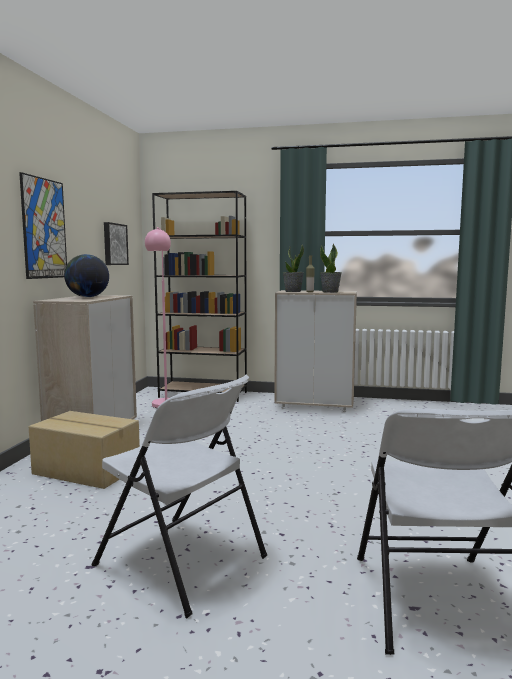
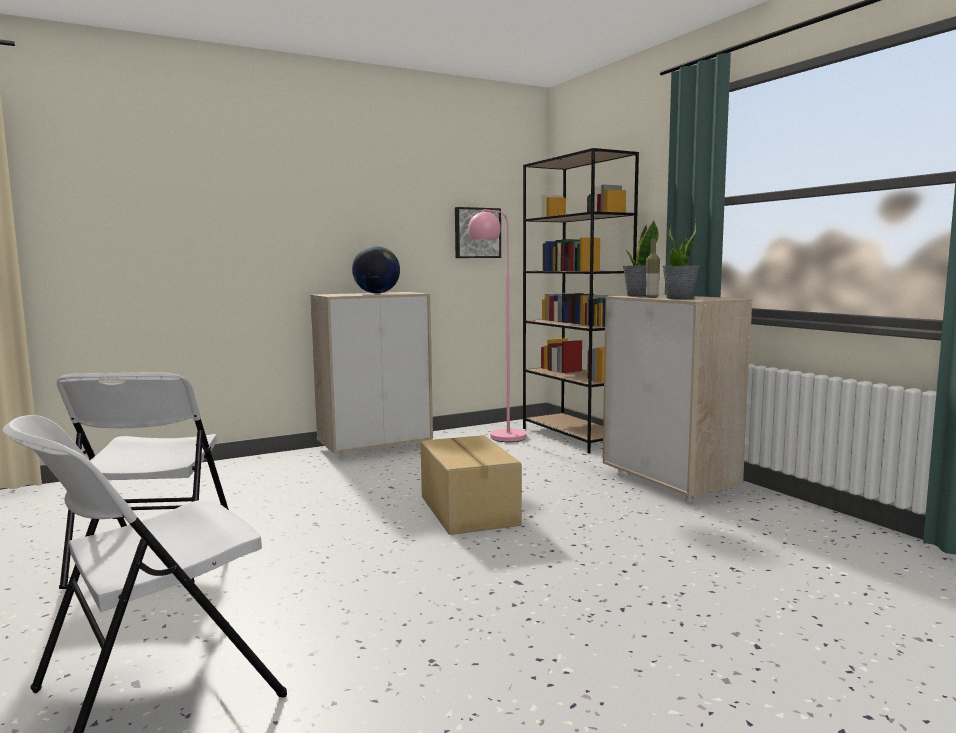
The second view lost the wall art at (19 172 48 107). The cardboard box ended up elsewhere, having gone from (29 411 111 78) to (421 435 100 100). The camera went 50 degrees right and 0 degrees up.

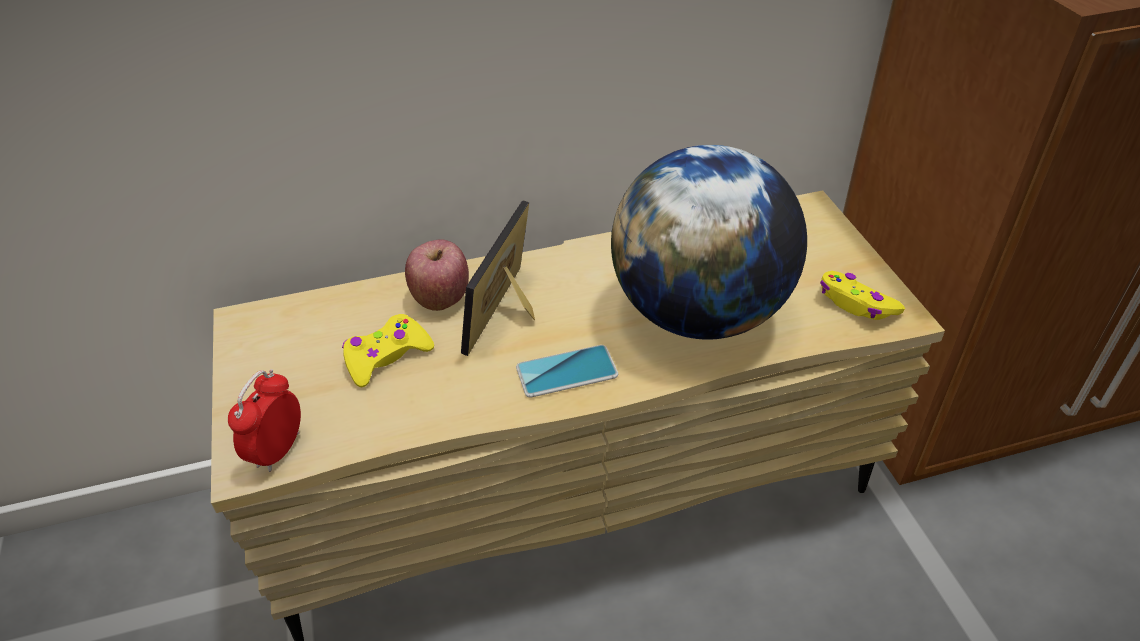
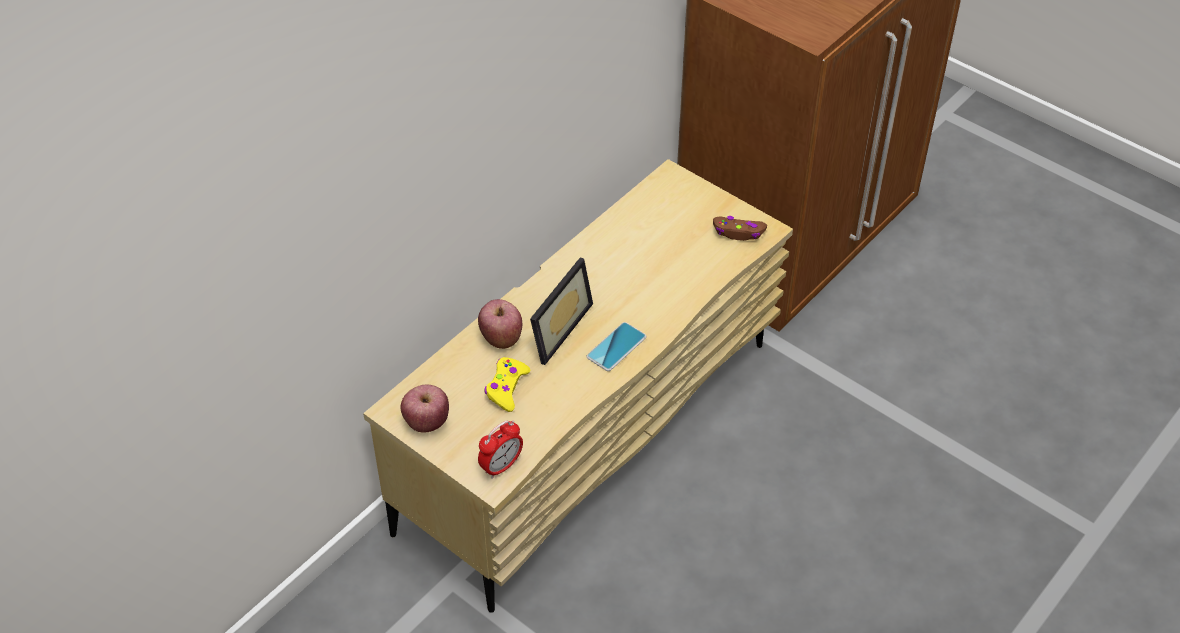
The second view lost the desk globe at (611 145 196 195). The second view gained the apple fruit at (400 384 49 49). What was the yellowish joypad at (820 271 85 49) turned into the brownish joypad at (713 216 54 25). The alarm clock at (228 369 73 103) ended up facing another way, 120 degrees counterclockwise from before. The standing frame at (461 200 74 156) ended up facing another way, 135 degrees counterclockwise from before. The camera went 35 degrees left and 5 degrees up.

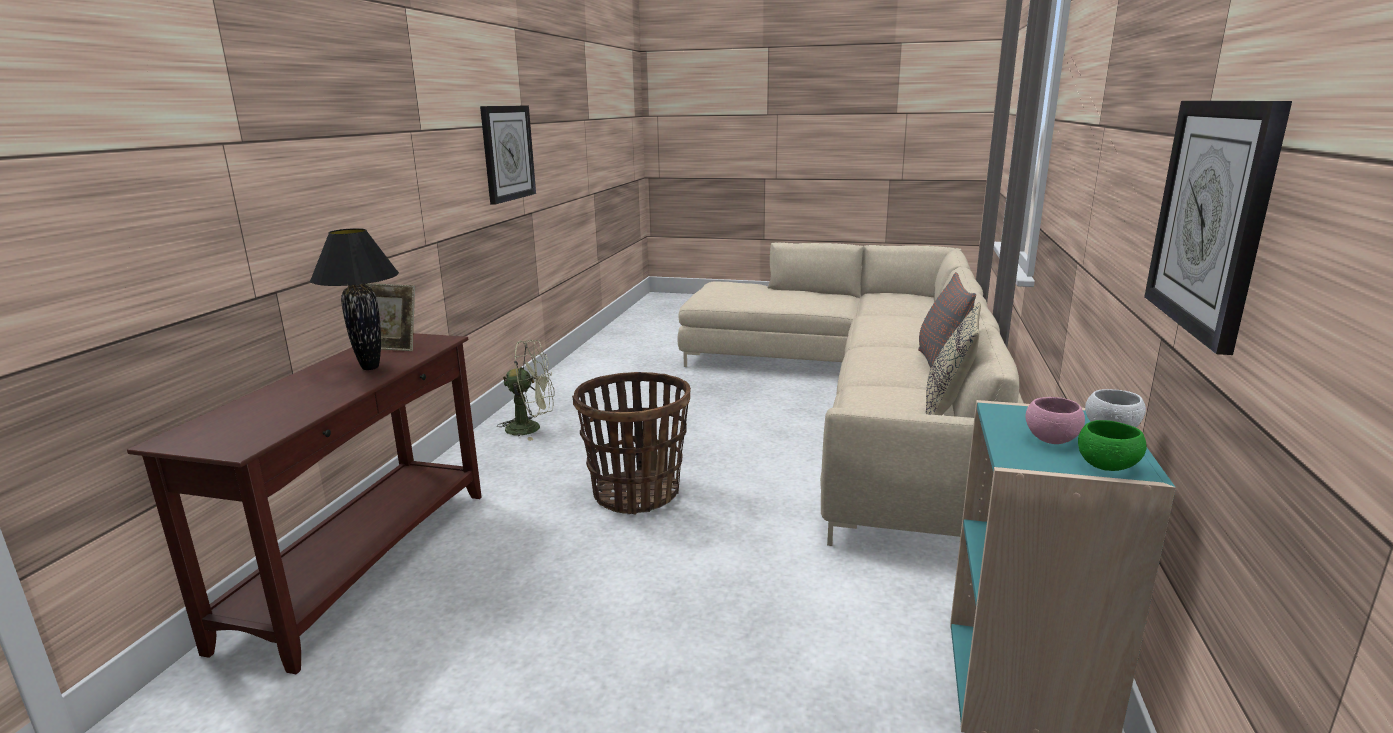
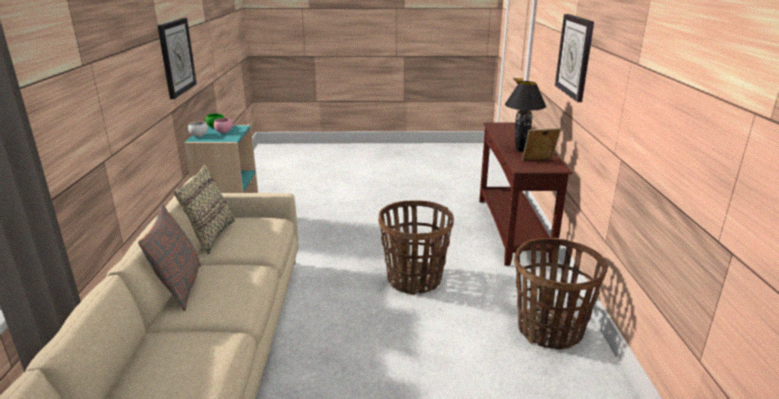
The wall clock ended up elsewhere, having gone from (480 105 56 100) to (555 14 39 88). Where the green-coloured fan stood at (497 340 58 101), the basket came to stand at (514 238 94 112). The camera went 165 degrees right and 5 degrees up.

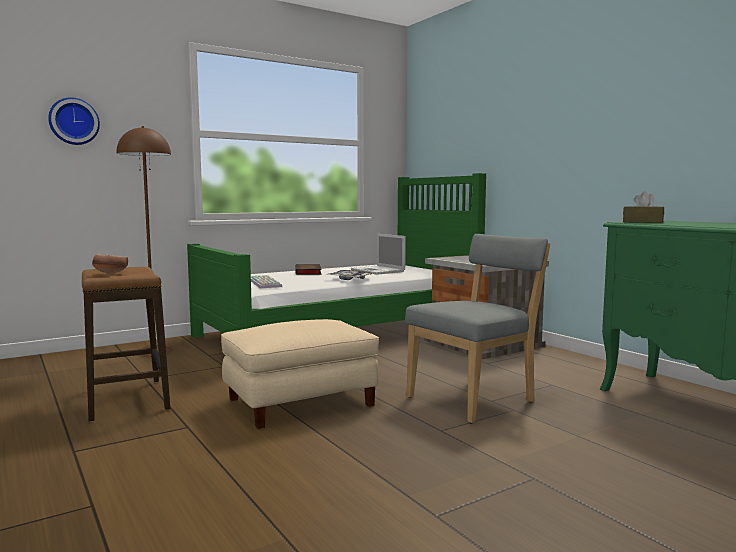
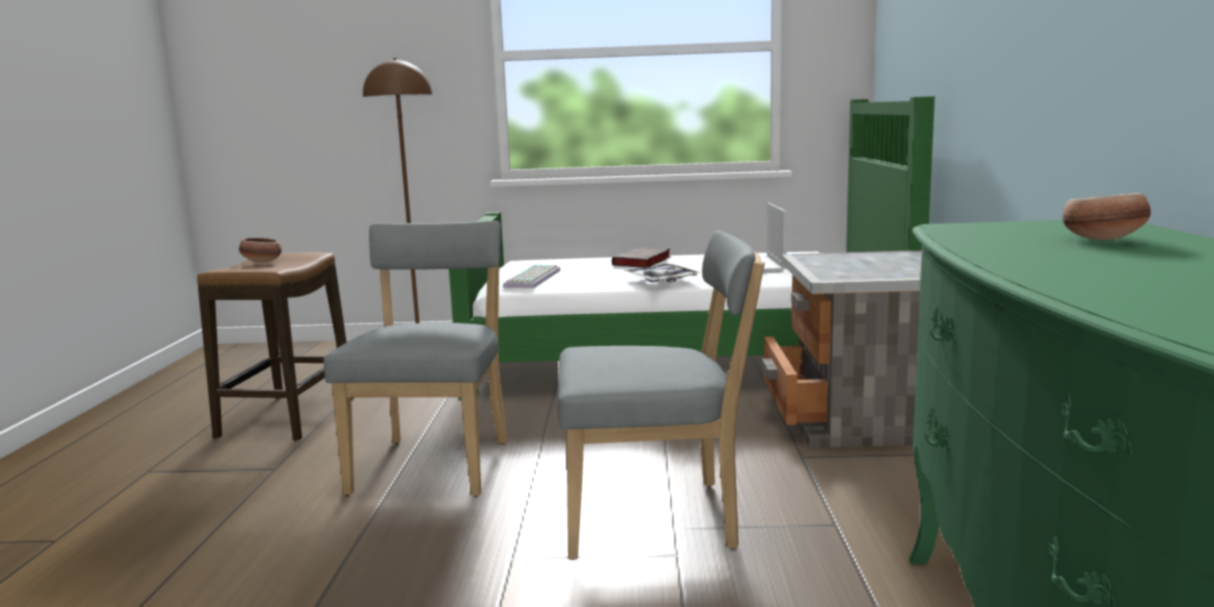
The second view lost the wall clock at (48 97 52 48). The second view lost the brownish box of tissues at (623 191 41 32). The second view gained the bowl at (1063 193 88 47). Where the sand-coloured ottoman stood at (221 319 158 110), the greyish upright chair came to stand at (323 221 184 276). The camera went 35 degrees right and 5 degrees up.

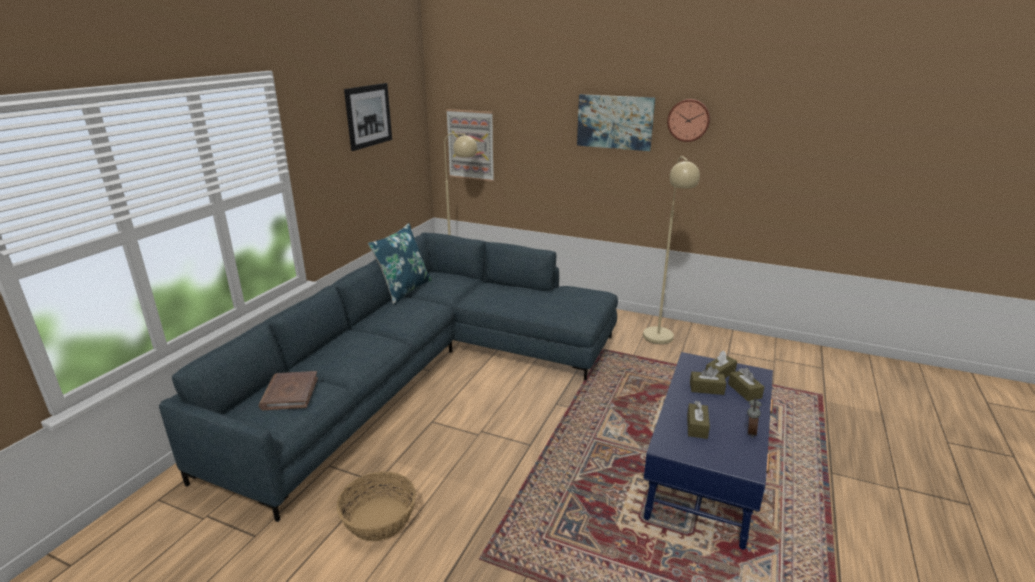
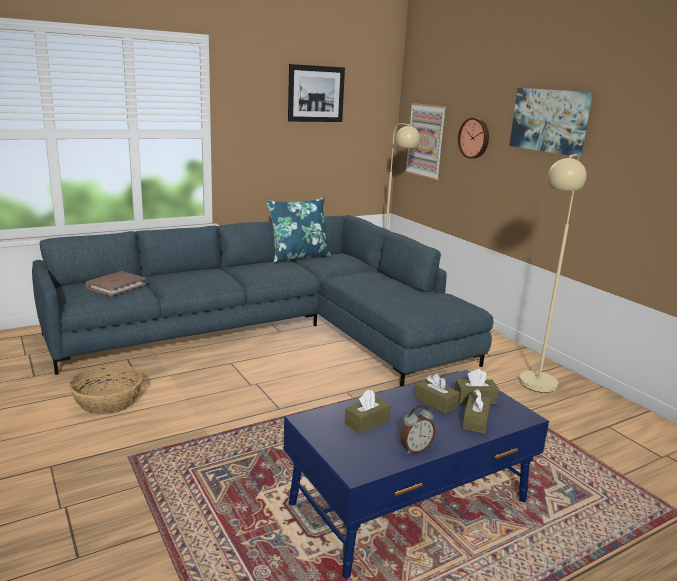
The wall clock ended up elsewhere, having gone from (667 99 43 43) to (458 118 31 41). The camera went 35 degrees right and 5 degrees down.

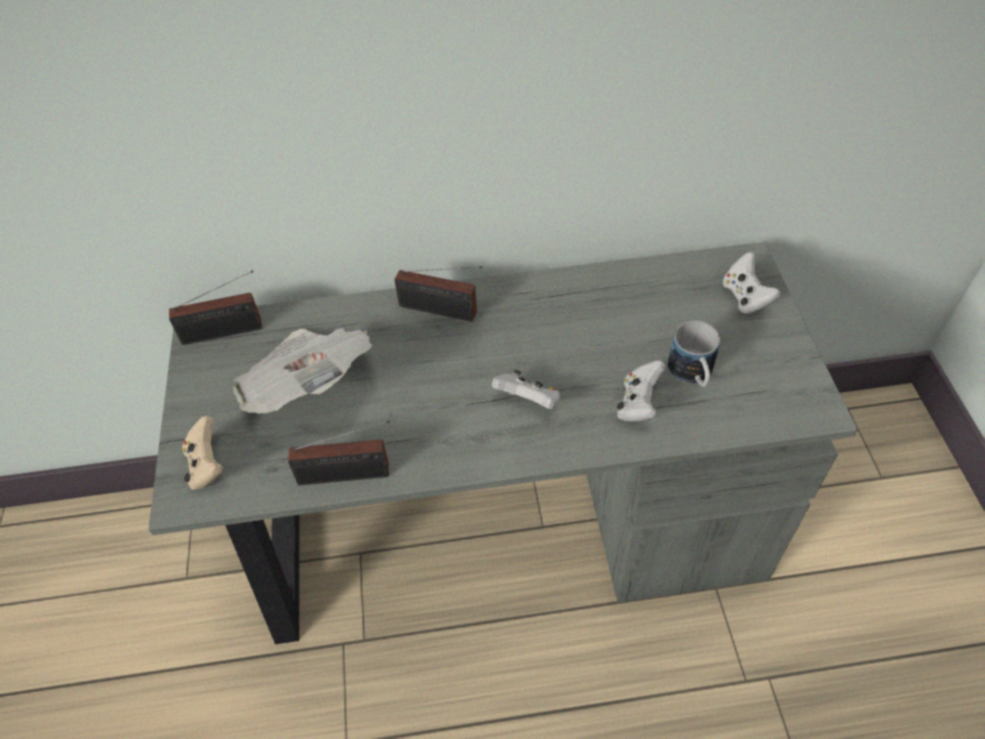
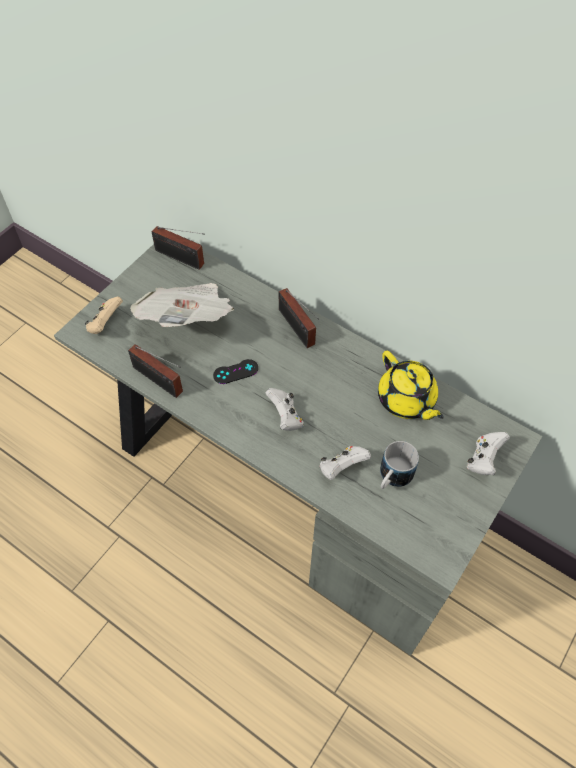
The second view gained the blackish joypad at (213 359 45 25). The second view gained the yellowish teapot at (378 351 66 69). The camera went 40 degrees right and 5 degrees up.

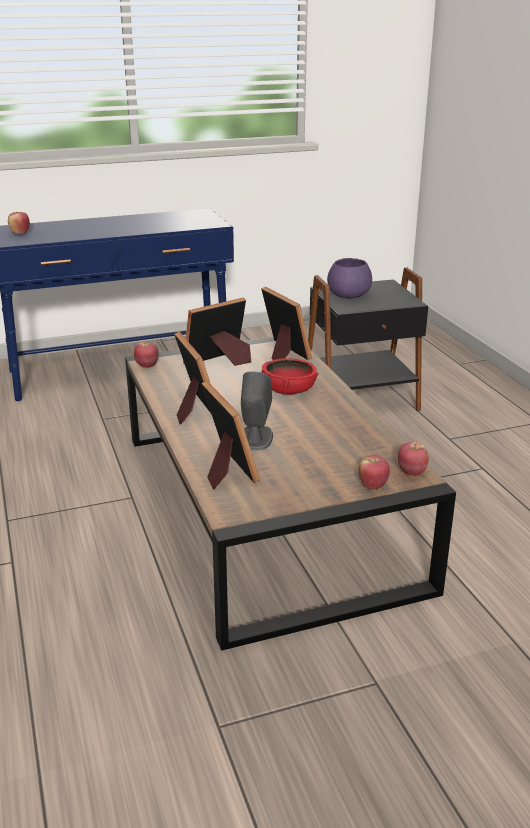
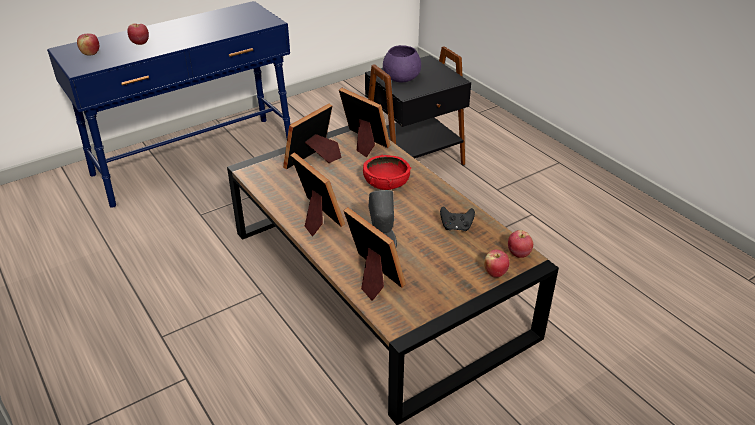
The second view gained the blackish joypad at (440 207 35 24). The apple fruit ended up elsewhere, having gone from (134 342 25 26) to (127 23 22 22). The camera went 15 degrees left and 10 degrees up.

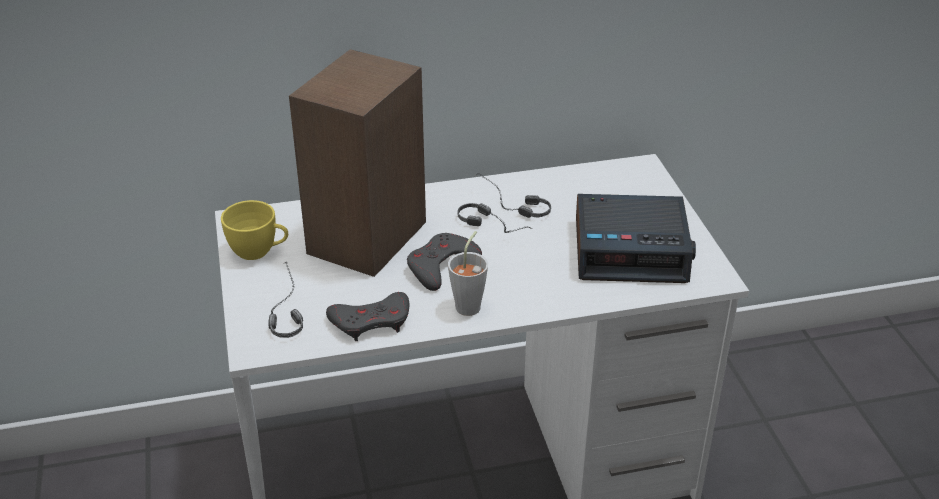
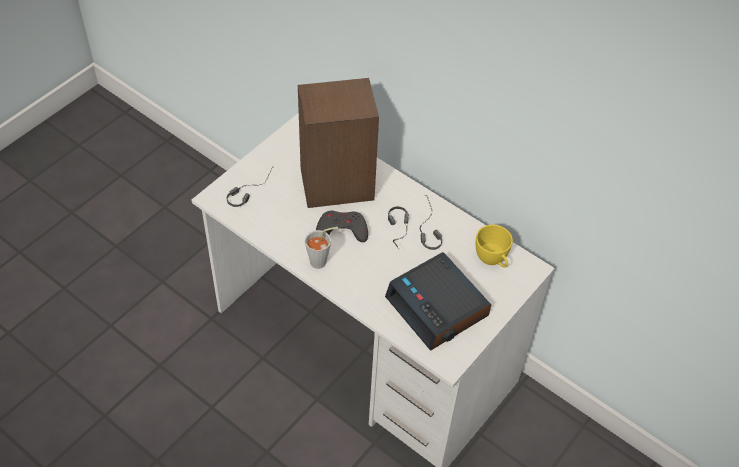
The second view lost the greyish joypad at (326 292 83 49). The yellowish small cup ended up elsewhere, having gone from (221 200 67 60) to (476 225 37 42). The camera went 50 degrees right and 15 degrees up.

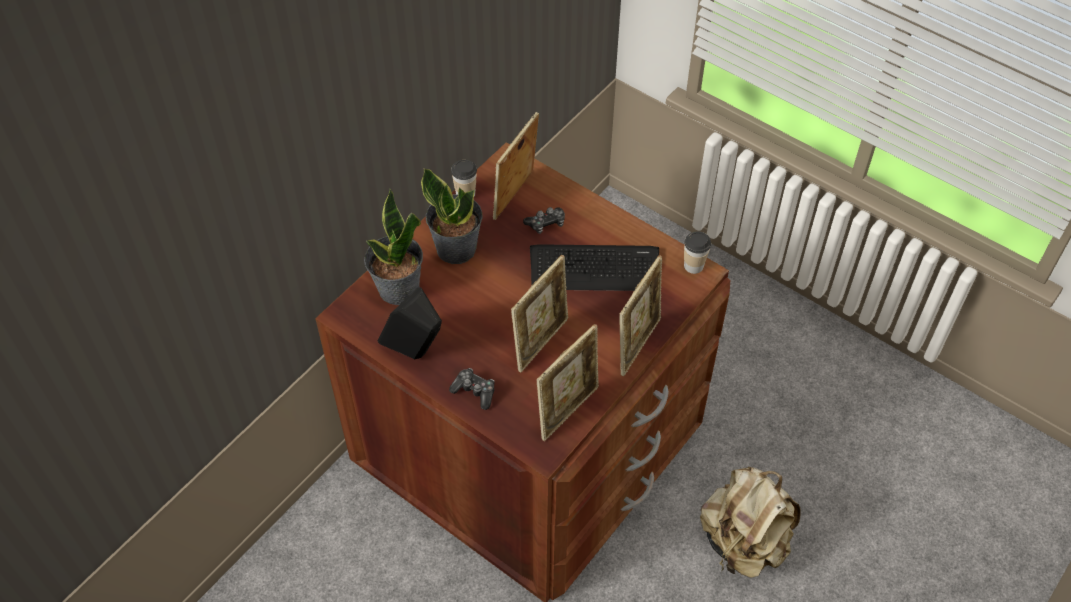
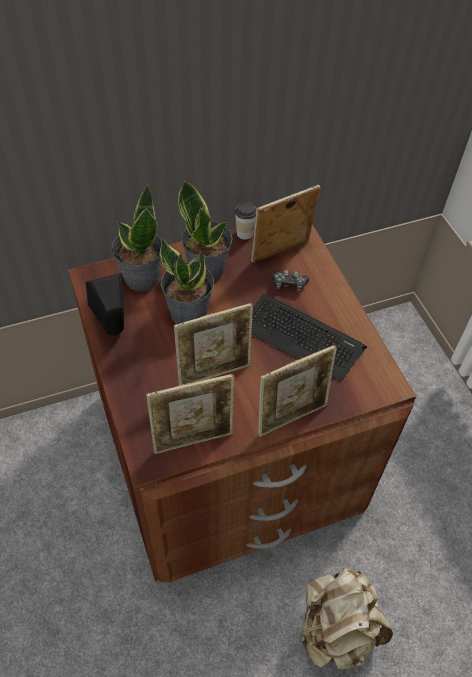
The second view lost the joypad at (449 368 46 42). The second view lost the small cup at (684 231 27 43). The second view gained the plant in a pot at (160 239 54 85). The camera went 30 degrees right and 0 degrees up.

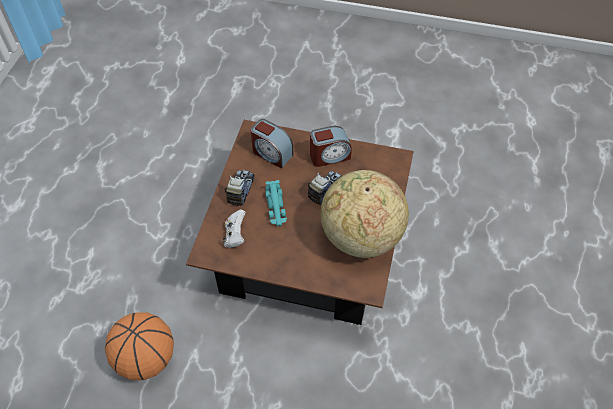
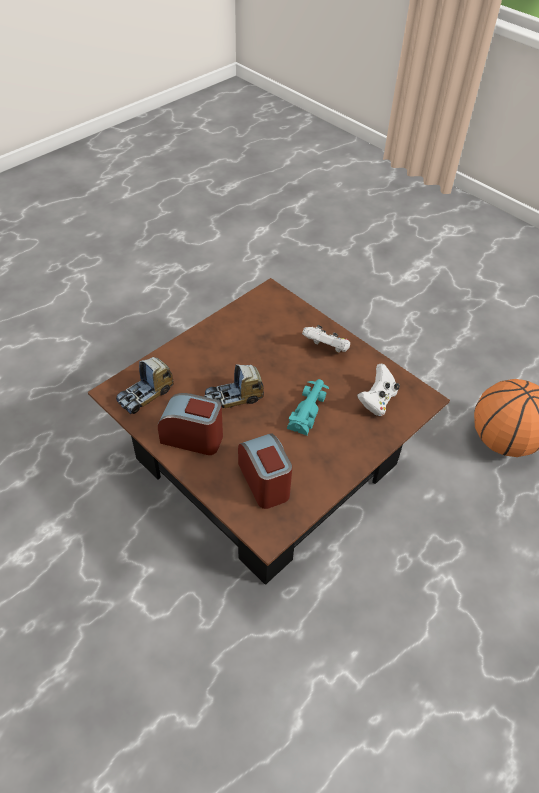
The second view lost the desk globe at (321 170 88 88). The second view gained the whitish joypad at (302 325 48 28). The model truck ended up elsewhere, having gone from (225 169 29 37) to (116 357 58 57). The camera went 150 degrees left and 5 degrees down.

